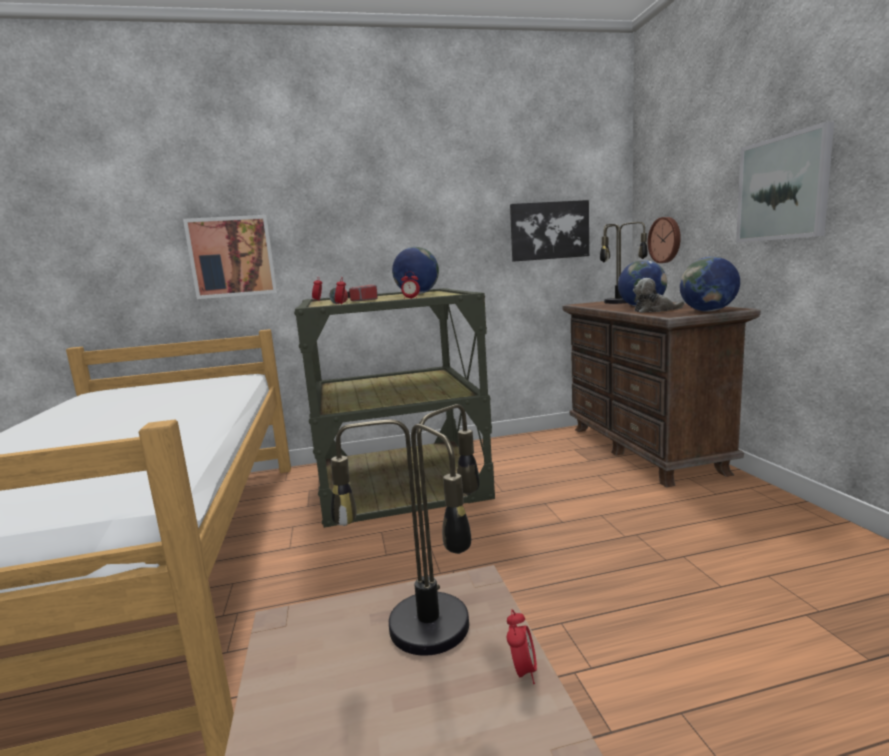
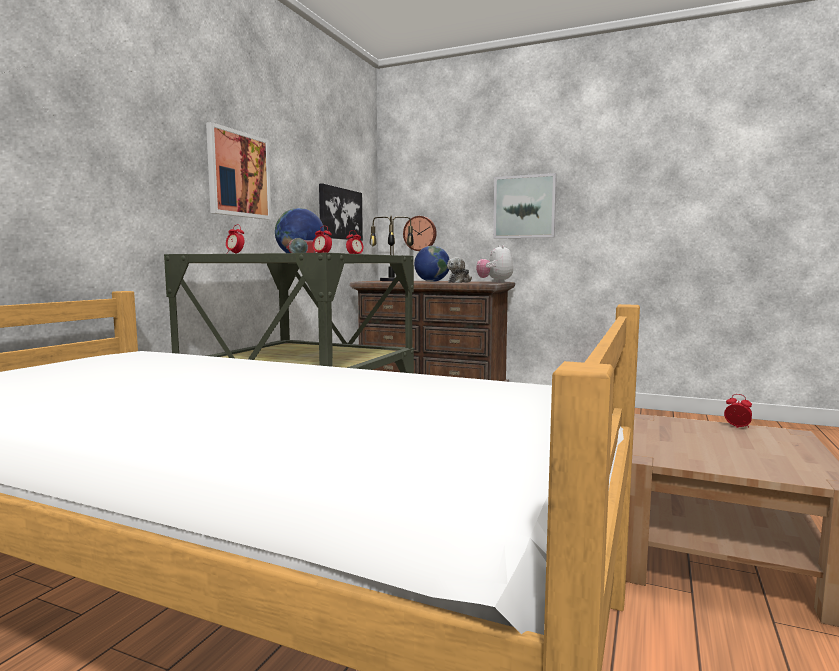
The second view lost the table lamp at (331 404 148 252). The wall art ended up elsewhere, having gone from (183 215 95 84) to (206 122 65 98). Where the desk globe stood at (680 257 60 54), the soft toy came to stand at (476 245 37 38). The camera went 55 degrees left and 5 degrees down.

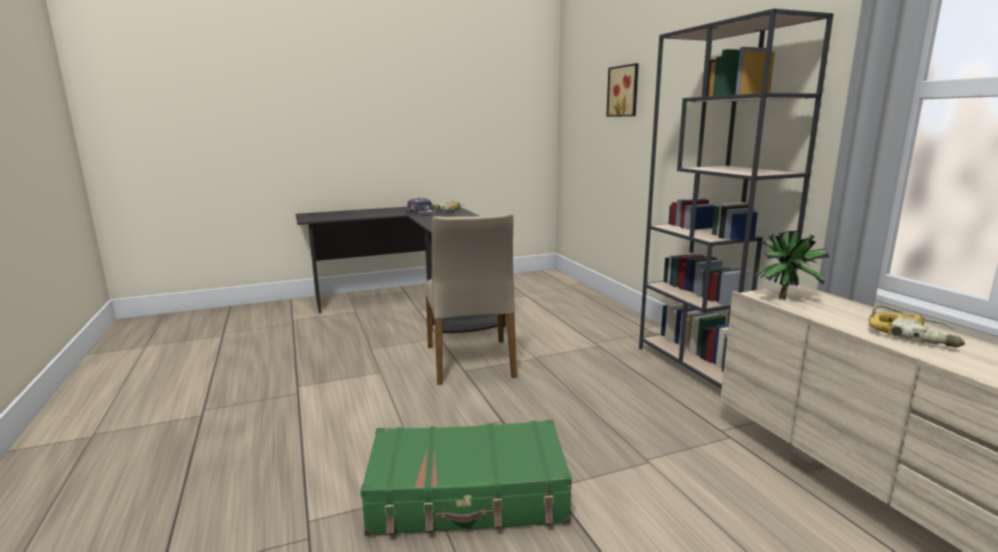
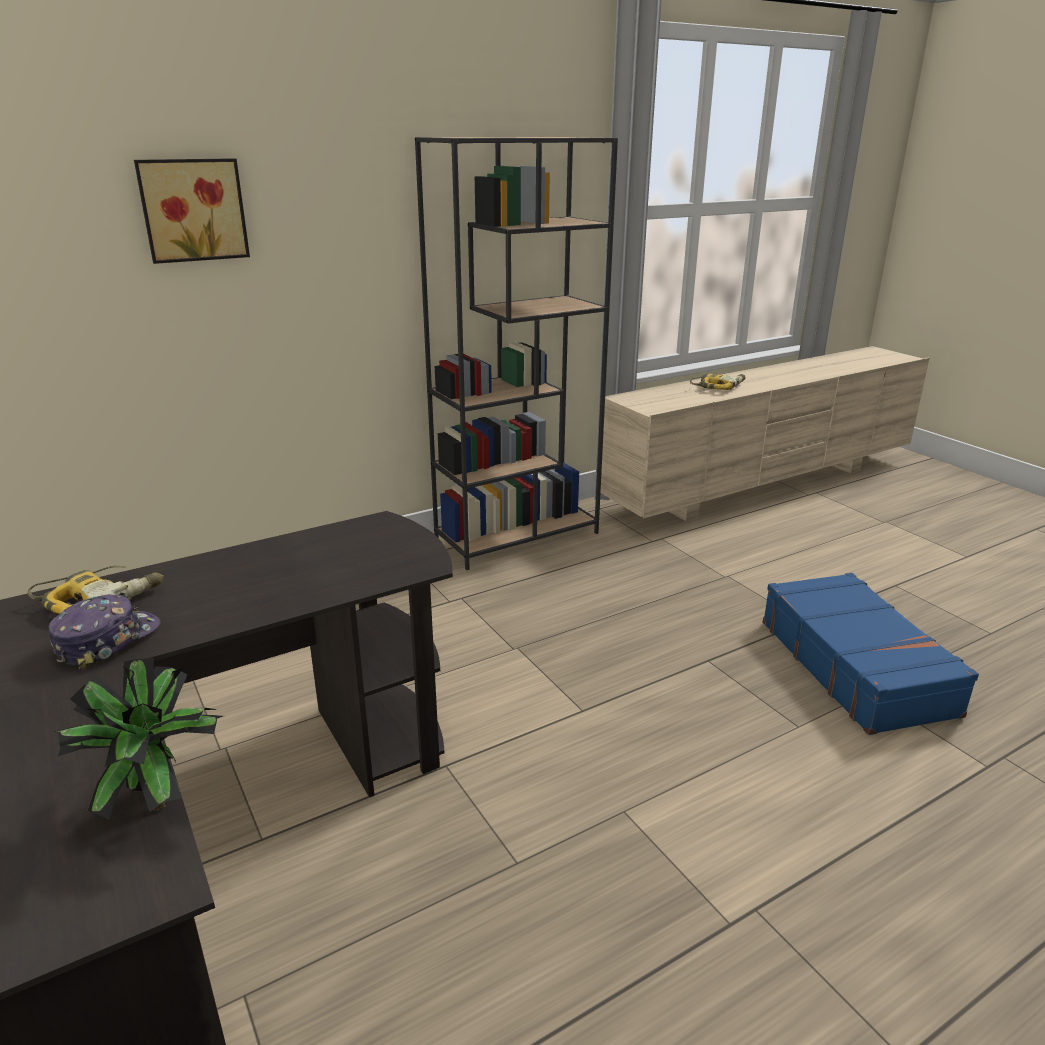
The second view lost the sand-coloured upright chair at (425 213 92 172). The plant in a pot ended up elsewhere, having gone from (755 230 75 70) to (53 658 170 161). What was the green-coloured suitcase at (360 420 212 116) turned into the blue-coloured suitcase at (763 573 216 162). The camera went 100 degrees left and 10 degrees up.

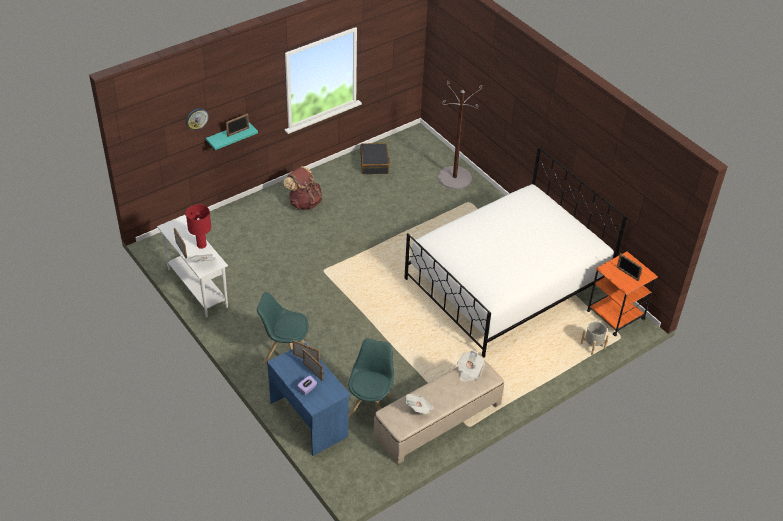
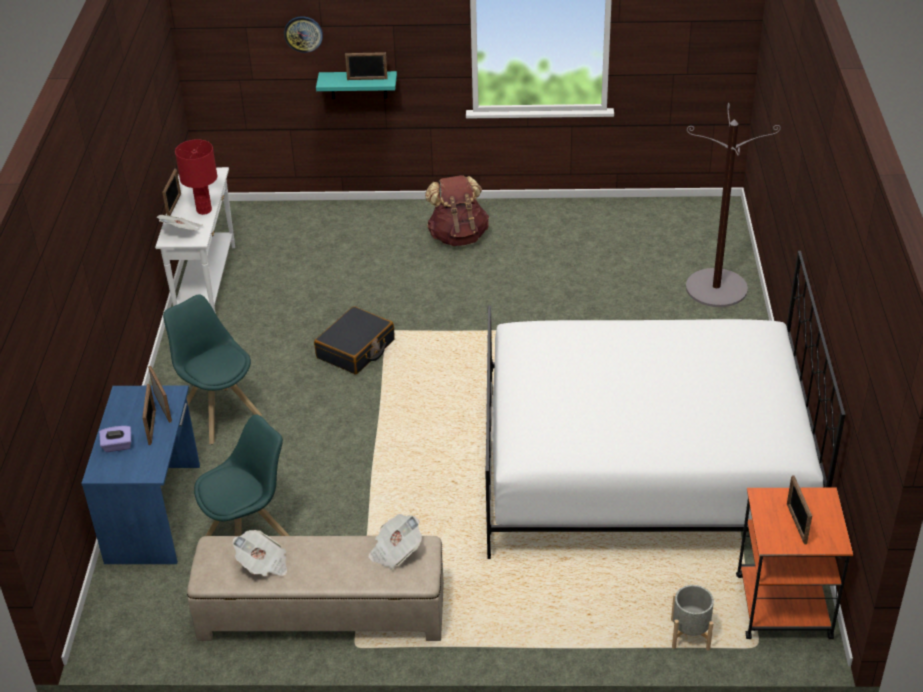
The blackish suitcase ended up elsewhere, having gone from (360 143 30 31) to (314 306 81 68). The camera went 40 degrees right and 5 degrees down.

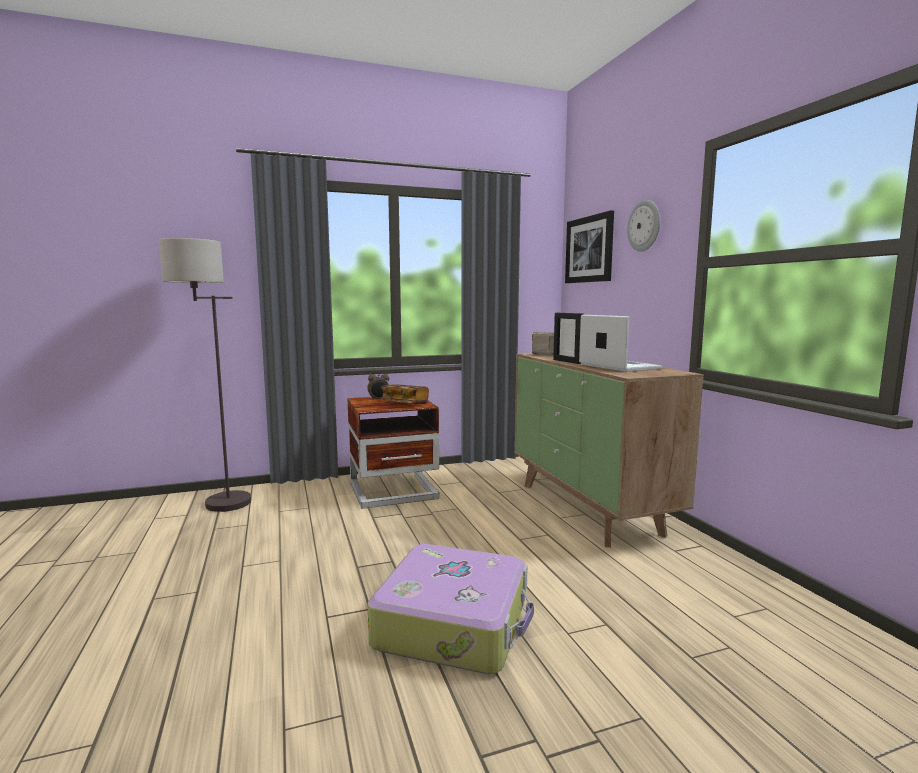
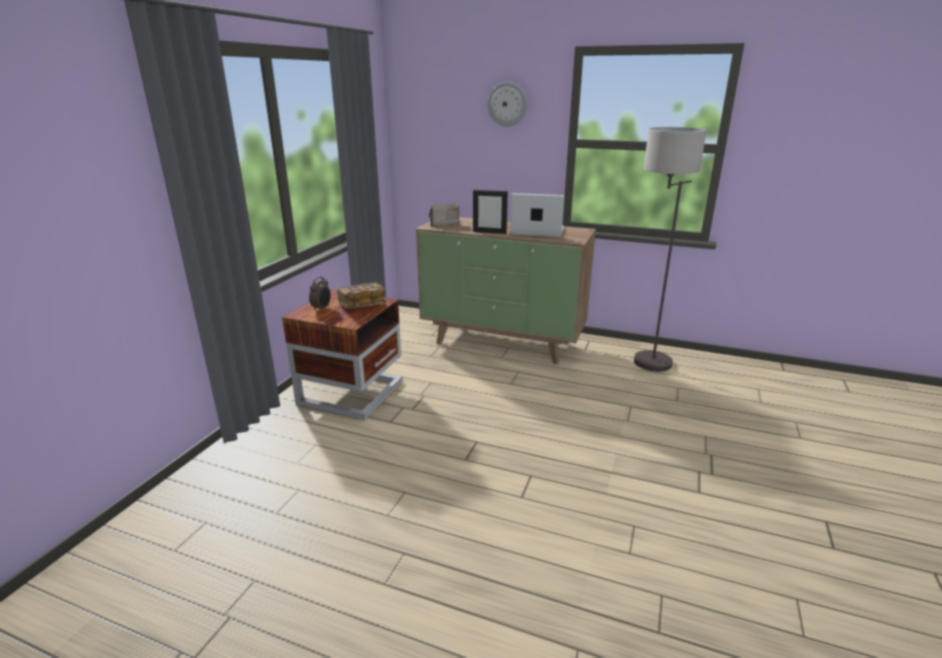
The second view lost the suitcase at (368 544 166 130). The second view lost the wall art at (565 210 49 73). The greyish floor lamp ended up elsewhere, having gone from (159 238 92 274) to (634 127 73 245). The camera went 50 degrees left and 15 degrees up.

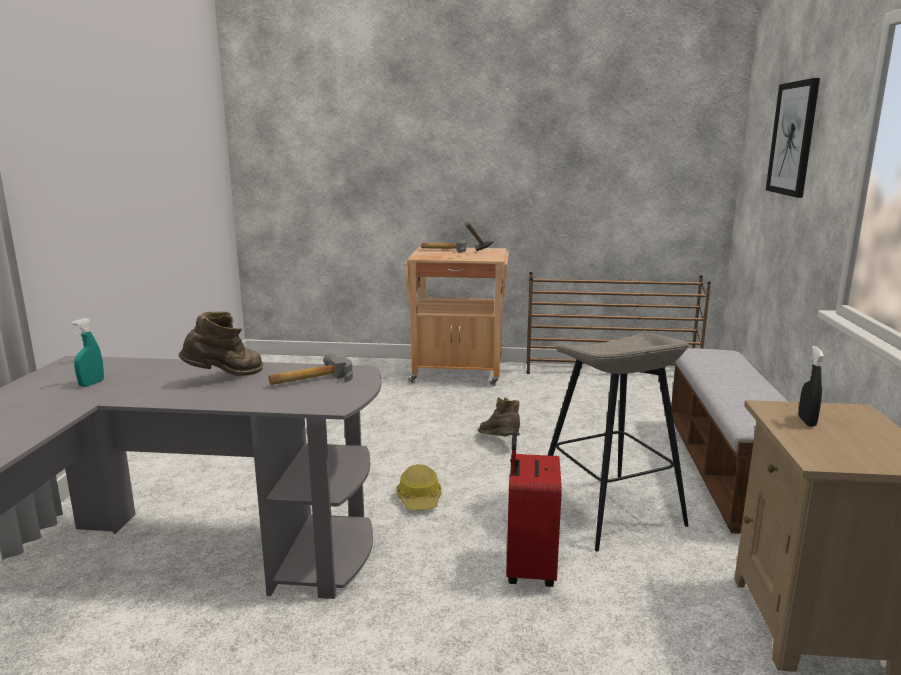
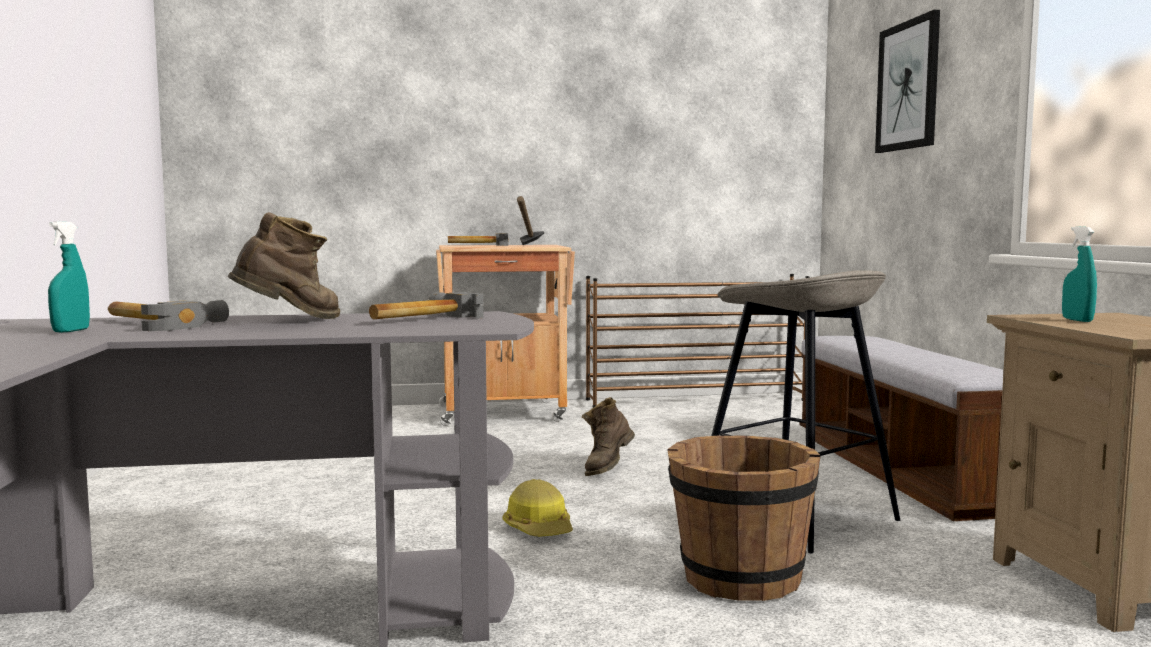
The second view gained the hammer at (108 300 121 31). Where the red suitcase stood at (506 432 56 155), the brownish water bucket came to stand at (668 435 152 166). What was the blackish spray bottle at (798 346 26 81) turned into the turquoise-coloured spray bottle at (1062 226 35 96). The brownish tall boot at (478 397 42 39) ended up facing another way, 105 degrees counterclockwise from before. The camera went 15 degrees left and 10 degrees down.

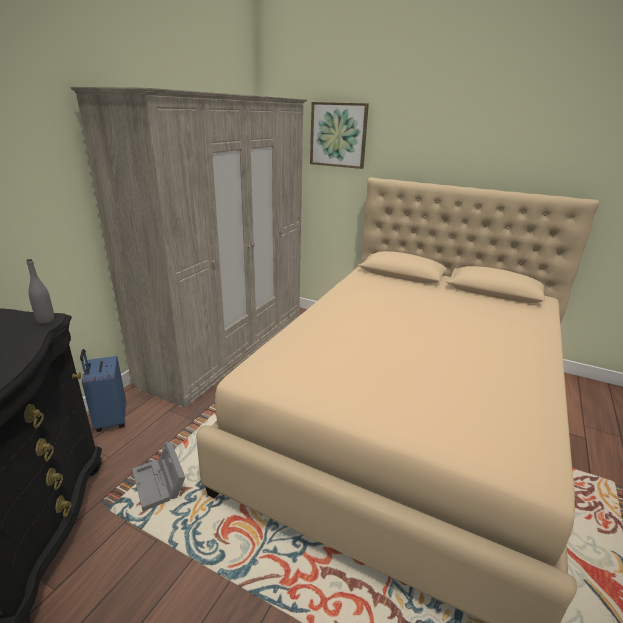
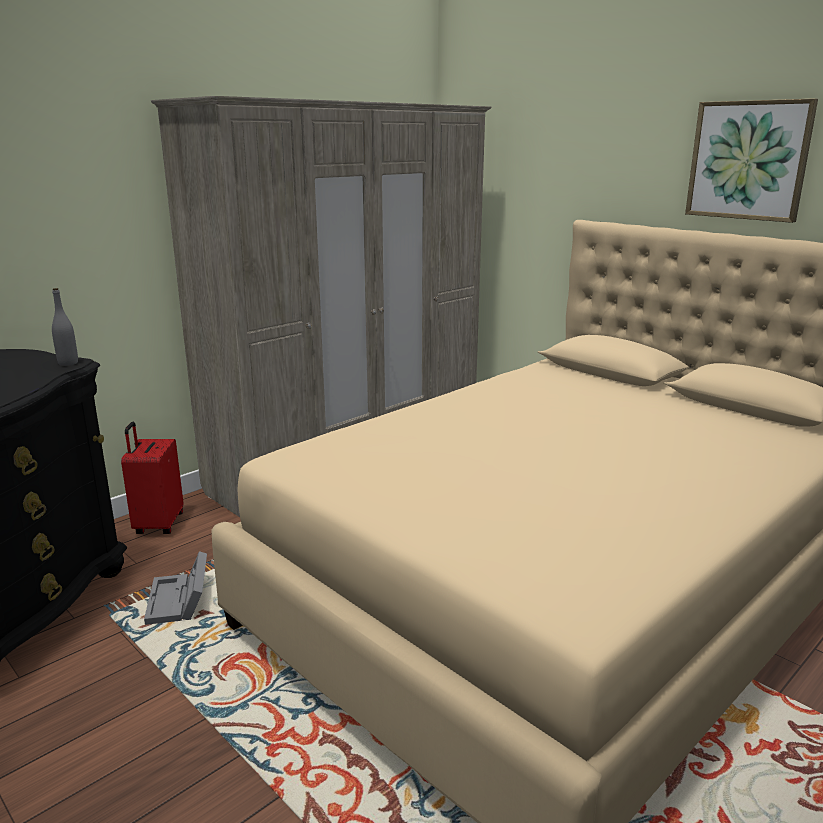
The wall art ended up elsewhere, having gone from (310 102 59 67) to (685 98 133 125). What was the blue-coloured suitcase at (80 349 46 83) turned into the red suitcase at (121 422 62 112). The camera went 20 degrees right and 5 degrees down.

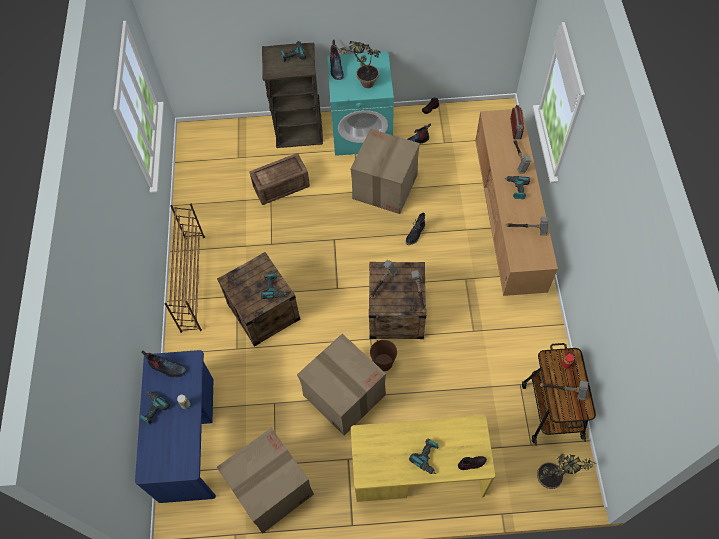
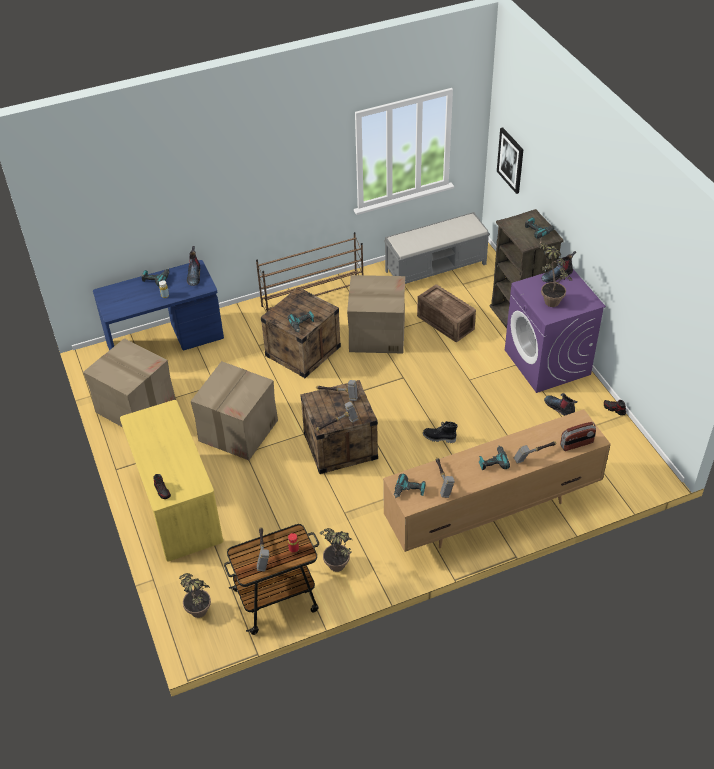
The second view lost the brownish water bucket at (370 340 27 31). The second view gained the plant in a pot at (320 528 32 44). The second view gained the greyish bench at (384 212 106 72). The second view gained the wall art at (497 128 26 66). The cardboard box ended up elsewhere, having gone from (350 129 70 85) to (347 275 58 78). The drill ended up elsewhere, having gone from (409 438 30 36) to (394 474 31 24). What was the turquoise-coloured laundry appliance at (327 51 67 105) turned into the purple-coloured laundry appliance at (505 269 101 124). The camera went 70 degrees right and 15 degrees down.

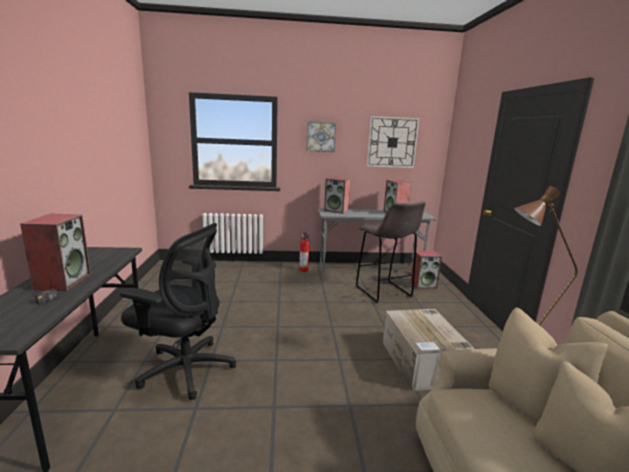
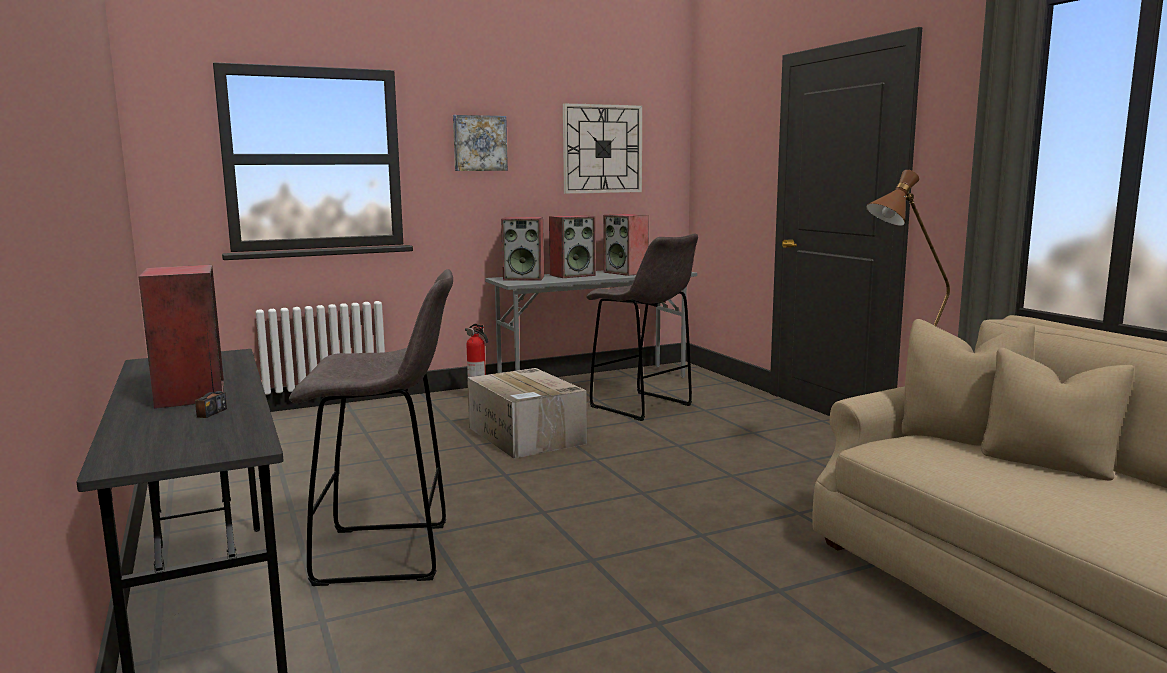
The cardboard box ended up elsewhere, having gone from (383 309 92 82) to (467 368 120 91). The loudspeaker ended up elsewhere, having gone from (410 251 32 38) to (549 215 47 63). Where the blackish desk chair stood at (120 223 116 177), the greyish sitting stool came to stand at (289 269 164 317). The camera went 20 degrees left and 5 degrees down.

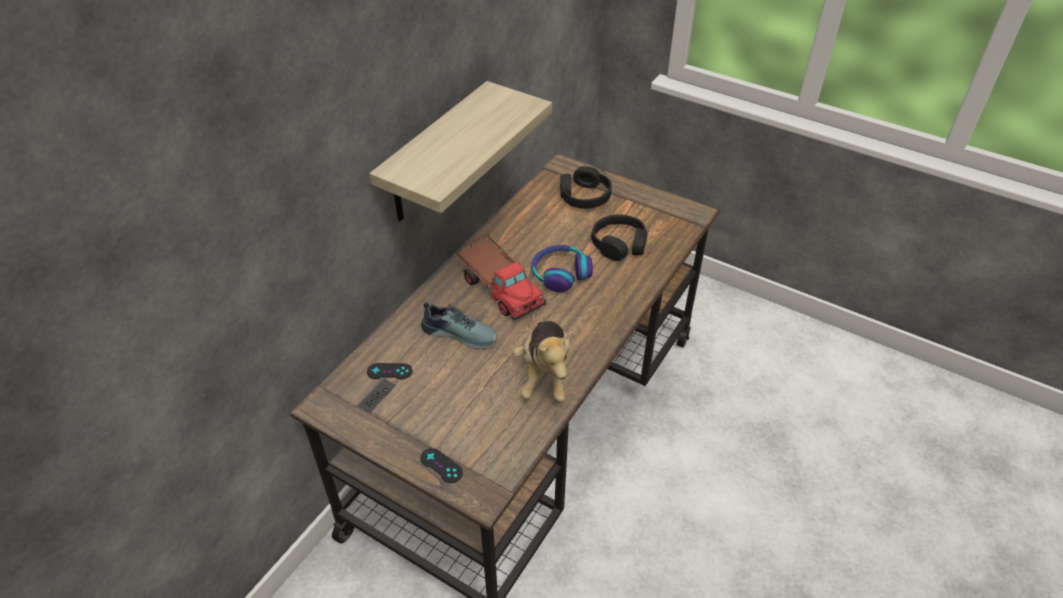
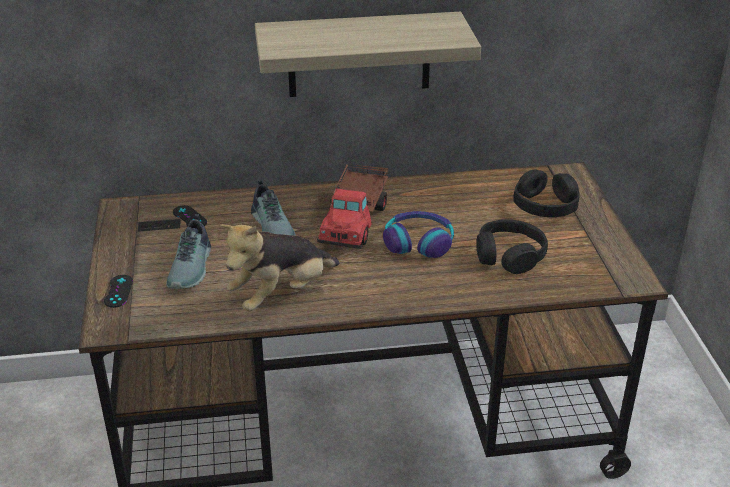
The second view gained the shoe at (166 214 45 75). The camera went 50 degrees right and 10 degrees down.

